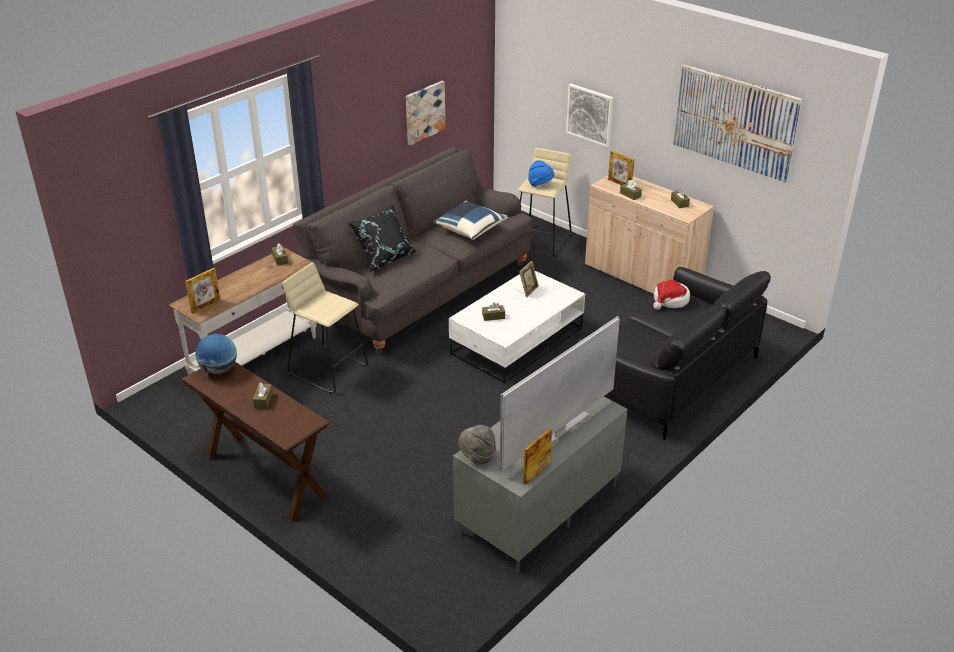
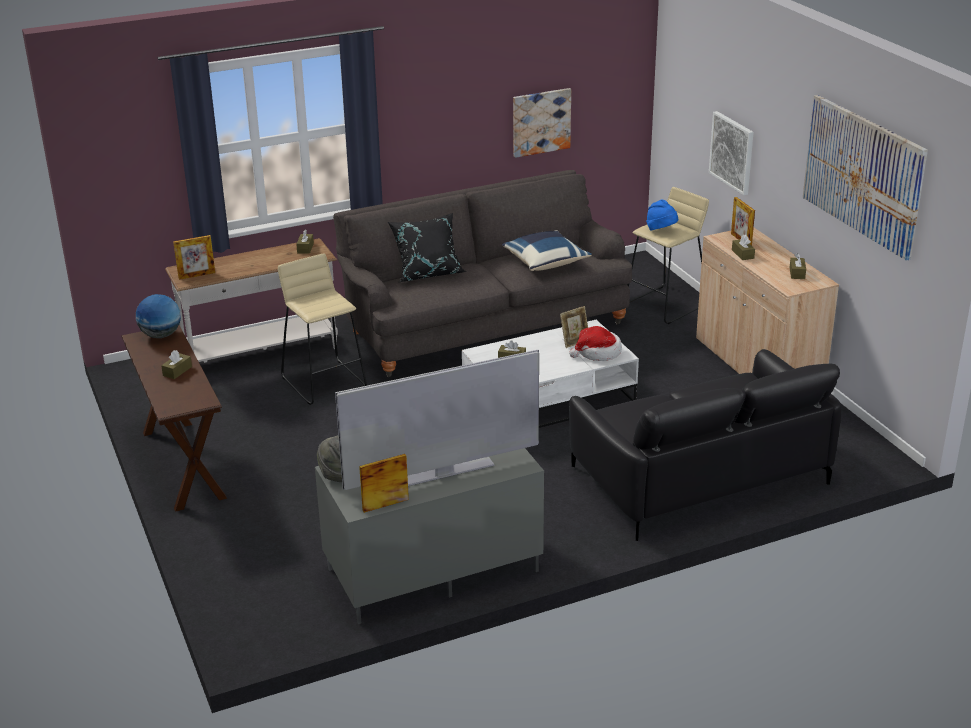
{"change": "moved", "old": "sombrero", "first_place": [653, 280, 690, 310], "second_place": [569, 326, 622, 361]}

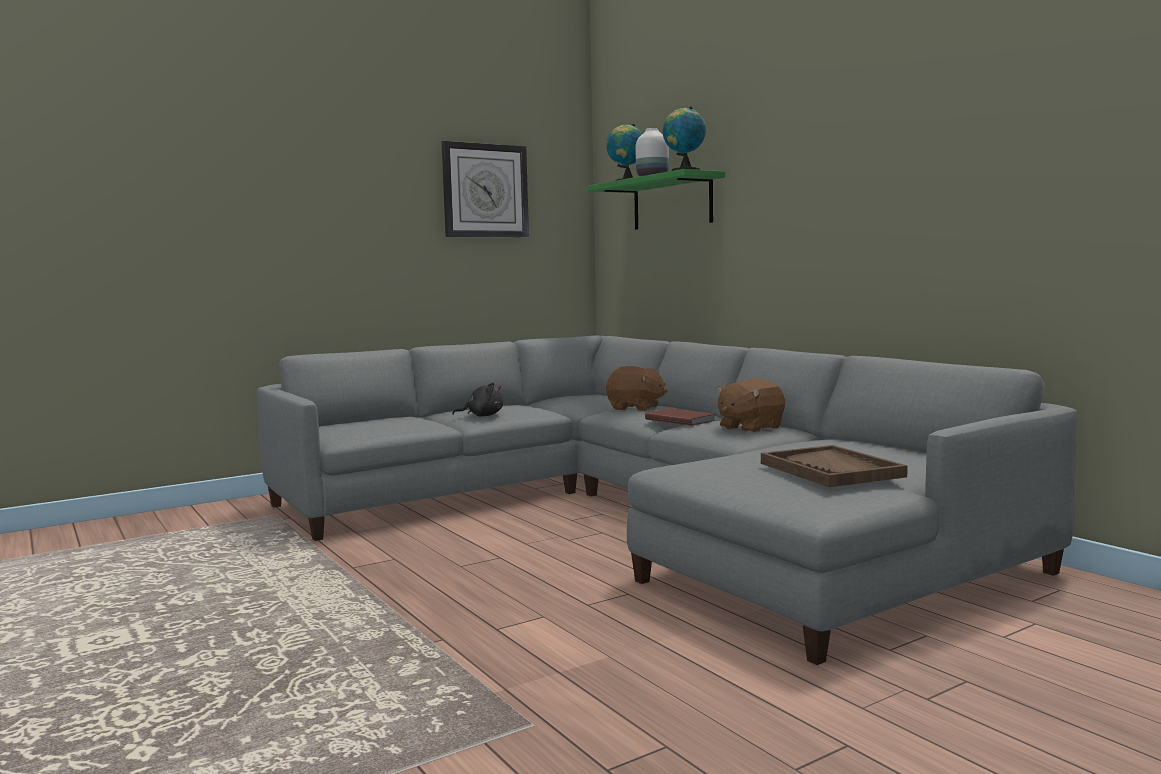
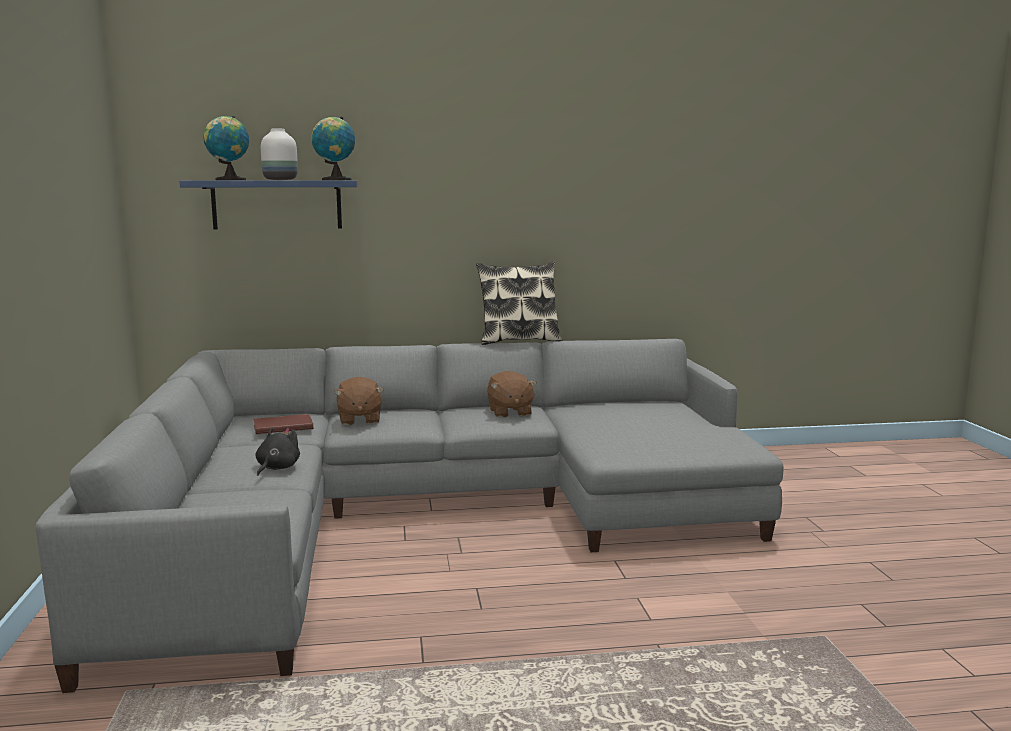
{"change": "removed", "old": "reloj de pared", "first_place": [442, 141, 529, 237]}
{"change": "recoloured", "old": "estante/verde", "new": "estante/azul", "first_place": [587, 169, 725, 230], "second_place": [179, 181, 358, 229]}
{"change": "turned", "old": "peluche/marrón", "first_place": [606, 366, 668, 411], "second_place": [334, 377, 384, 425], "degrees": 120}
{"change": "moved", "old": "libro/marrón", "first_place": [645, 408, 716, 426], "second_place": [254, 414, 313, 434]}
{"change": "removed", "old": "bandeja/marrón", "first_place": [761, 445, 908, 487]}
{"change": "added", "new": "cojín", "second_place": [476, 261, 562, 345]}

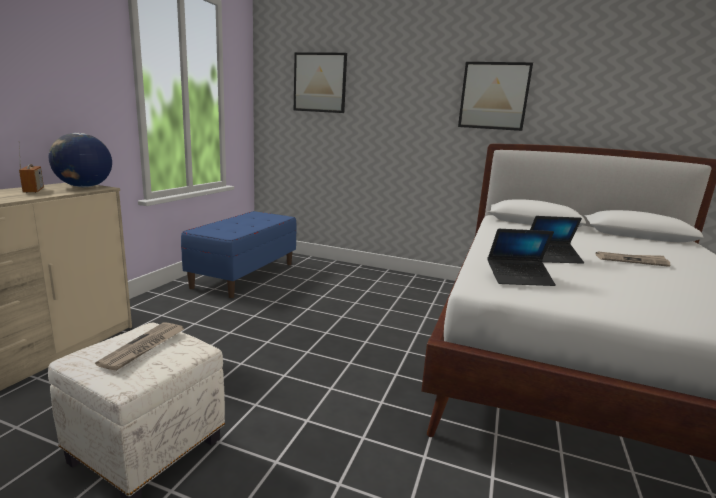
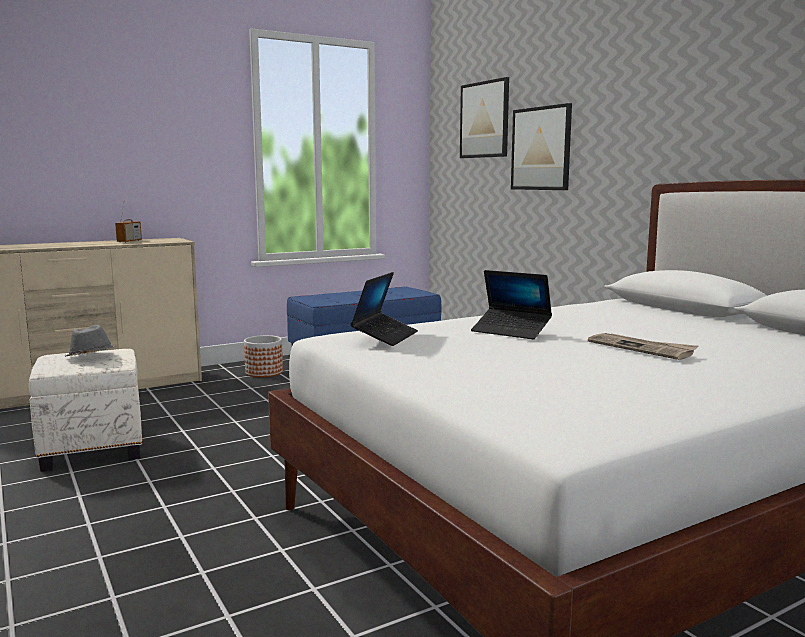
{"change": "removed", "old": "globo terráqueo", "first_place": [49, 133, 112, 187]}
{"change": "replaced", "old": "periódico", "new": "sombrero/gris", "first_place": [95, 322, 184, 371], "second_place": [65, 325, 116, 357]}
{"change": "moved", "old": "cuadro", "first_place": [458, 62, 533, 131], "second_place": [511, 103, 572, 190]}
{"change": "turned", "old": "portátil", "first_place": [487, 229, 556, 286], "second_place": [350, 272, 418, 346], "degrees": -105}
{"change": "added", "new": "maceta", "second_place": [244, 335, 283, 378]}

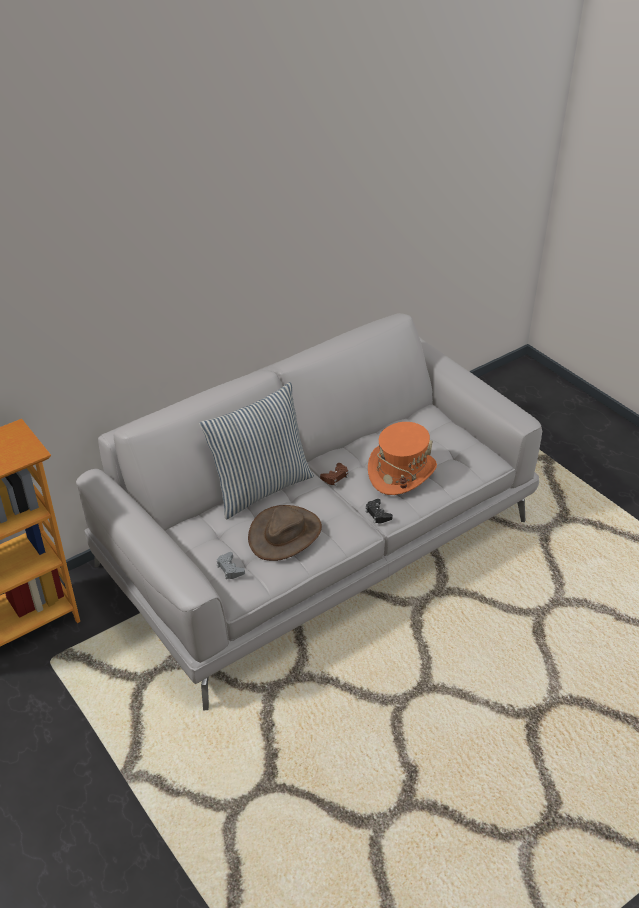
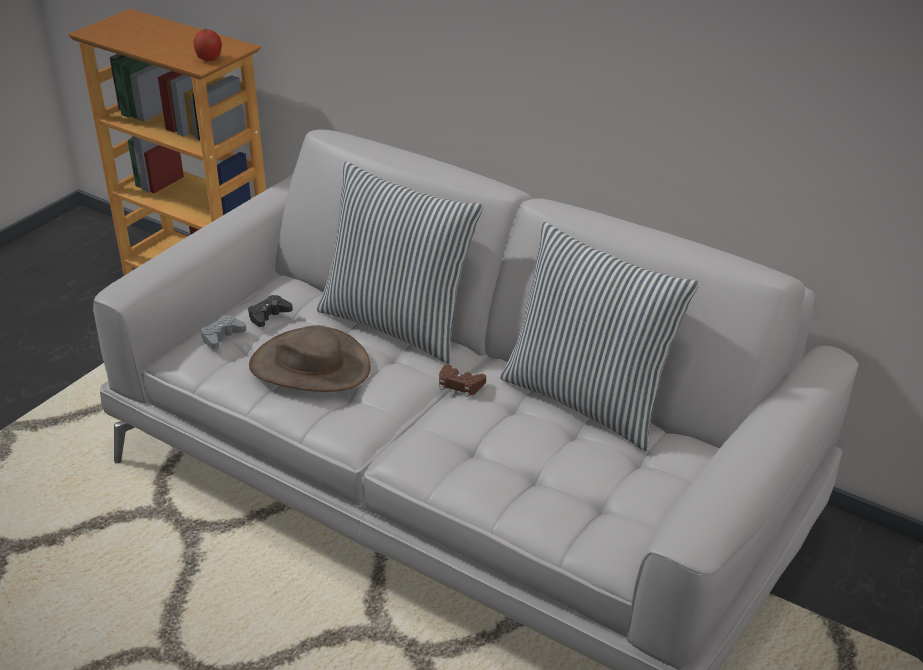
{"change": "moved", "old": "mando de consola/negro", "first_place": [365, 499, 393, 523], "second_place": [248, 295, 293, 327]}
{"change": "removed", "old": "sombrero/naranja", "first_place": [368, 422, 437, 495]}
{"change": "added", "new": "manzana", "second_place": [194, 29, 222, 61]}
{"change": "added", "new": "cojín", "second_place": [500, 222, 700, 451]}

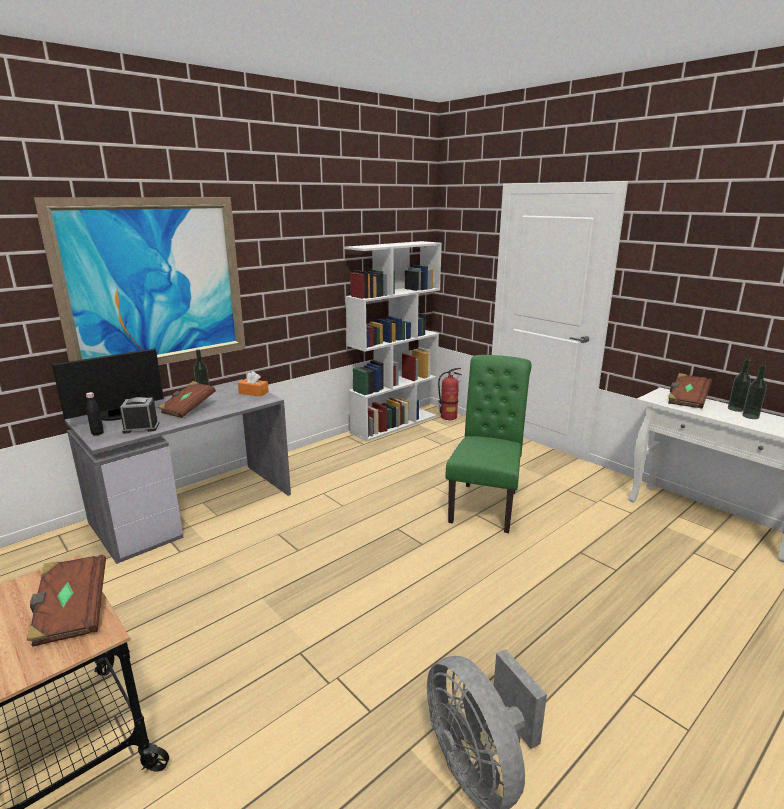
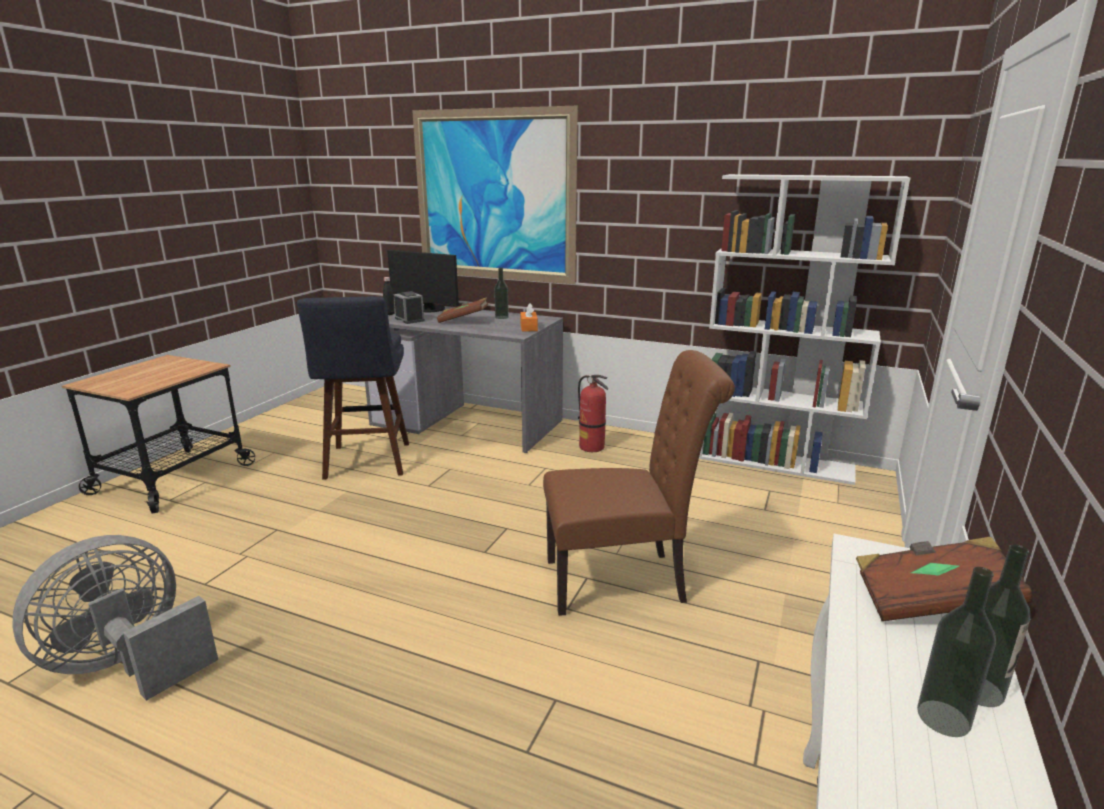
{"change": "removed", "old": "libro/marrón", "first_place": [27, 555, 106, 647]}
{"change": "moved", "old": "extintor", "first_place": [438, 368, 461, 420], "second_place": [578, 375, 608, 452]}
{"change": "recoloured", "old": "silla/verde", "new": "silla/marrón", "first_place": [446, 355, 531, 533], "second_place": [543, 350, 735, 616]}
{"change": "added", "new": "taburete/azul", "second_place": [297, 297, 409, 480]}

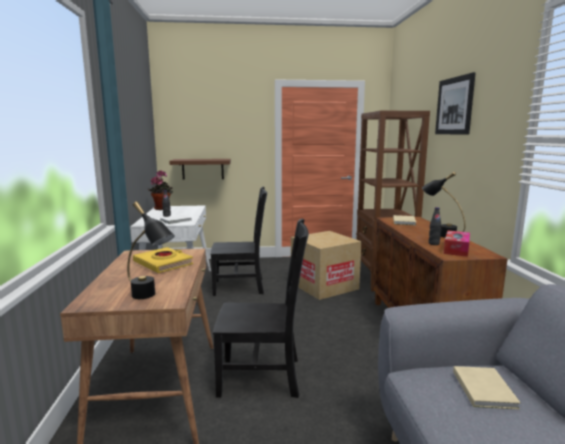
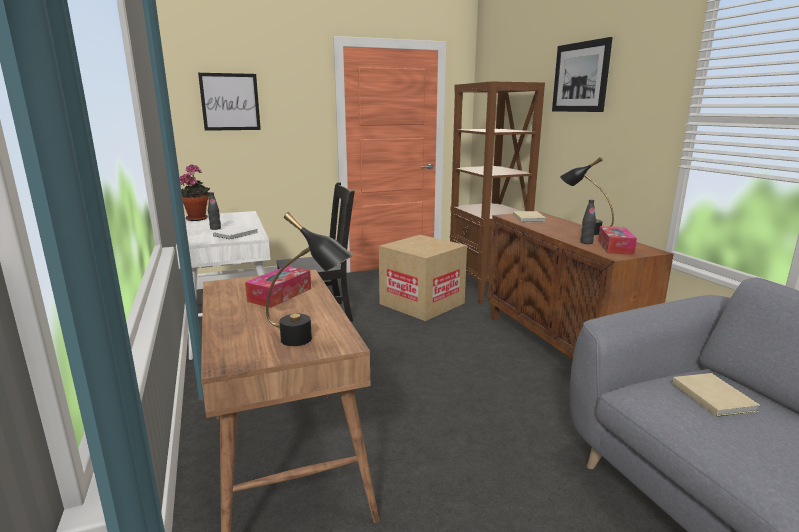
{"change": "replaced", "old": "libro/amarillo", "new": "caja de pañuelos", "first_place": [133, 247, 193, 273], "second_place": [245, 266, 311, 308]}
{"change": "removed", "old": "estante/marrón", "first_place": [169, 159, 231, 180]}
{"change": "removed", "old": "silla/negro", "first_place": [213, 219, 309, 398]}
{"change": "added", "new": "cuadro", "second_place": [198, 73, 261, 131]}

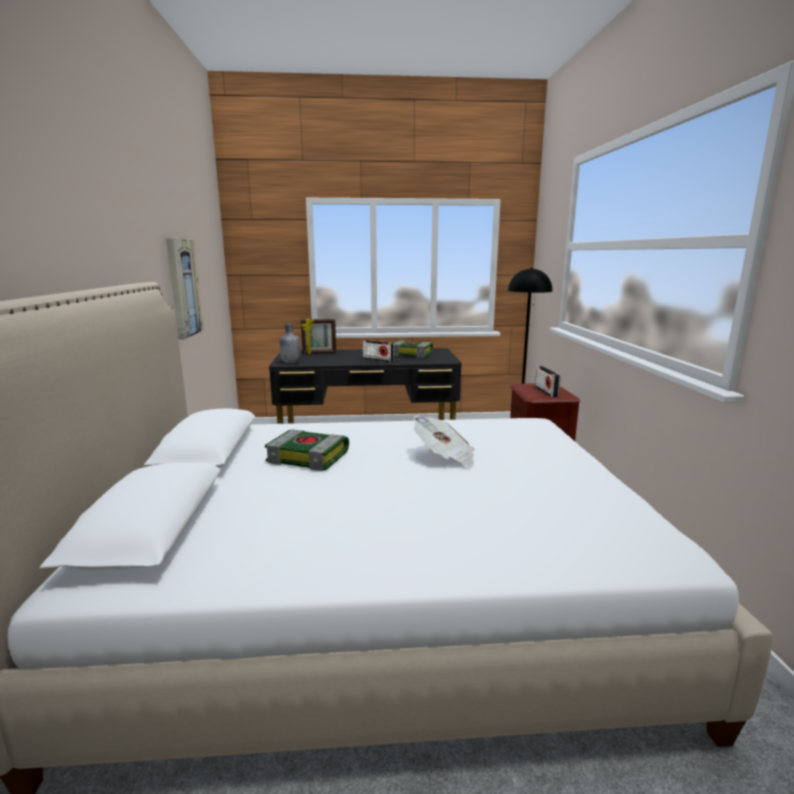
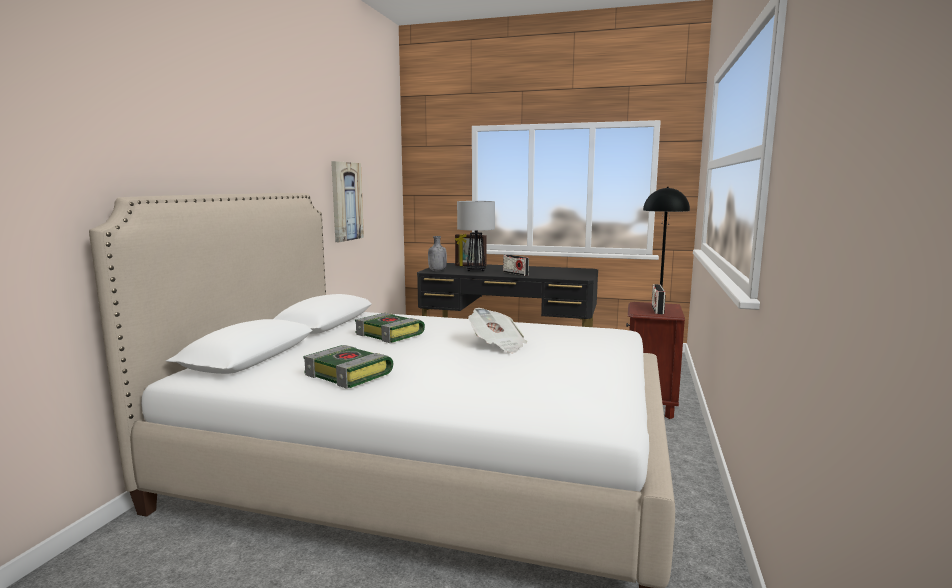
{"change": "moved", "old": "libro", "first_place": [393, 340, 433, 358], "second_place": [303, 345, 393, 389]}
{"change": "added", "new": "lámpara de mesa", "second_place": [457, 201, 495, 271]}

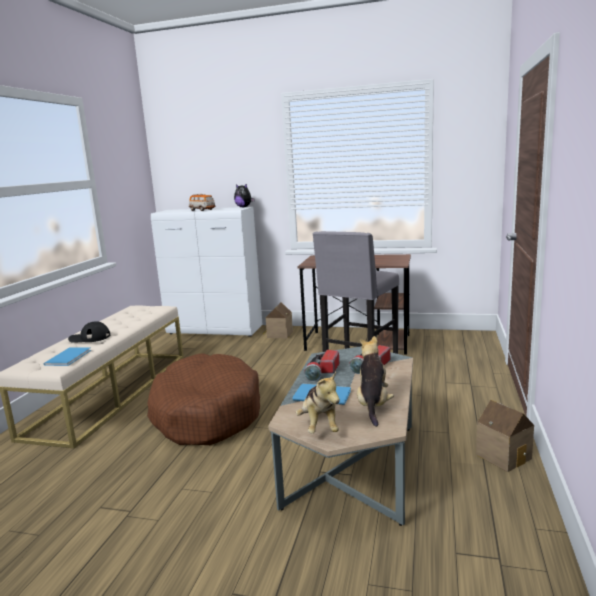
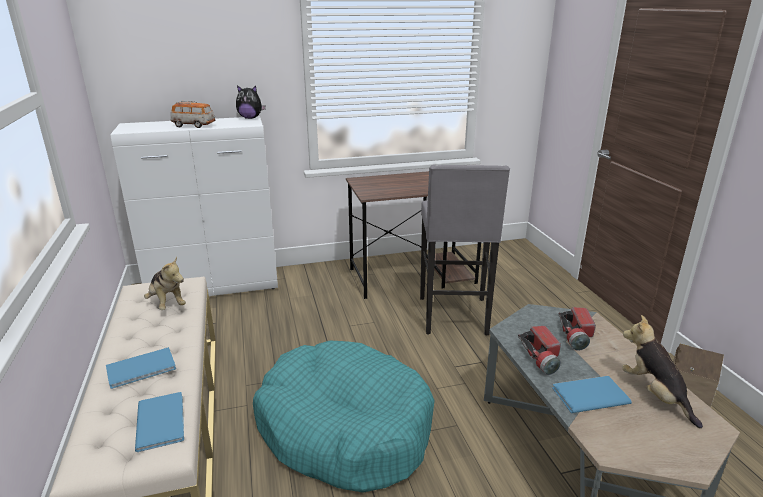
{"change": "replaced", "old": "gorra/negro", "new": "libro/azul", "first_place": [68, 321, 110, 343], "second_place": [106, 347, 176, 389]}
{"change": "recoloured", "old": "cama para perro/marrón", "new": "cama para perro/turquesa", "first_place": [147, 353, 260, 445], "second_place": [253, 341, 435, 493]}
{"change": "removed", "old": "casita", "first_place": [263, 302, 293, 339]}
{"change": "moved", "old": "peluche", "first_place": [296, 372, 340, 433], "second_place": [144, 257, 186, 310]}

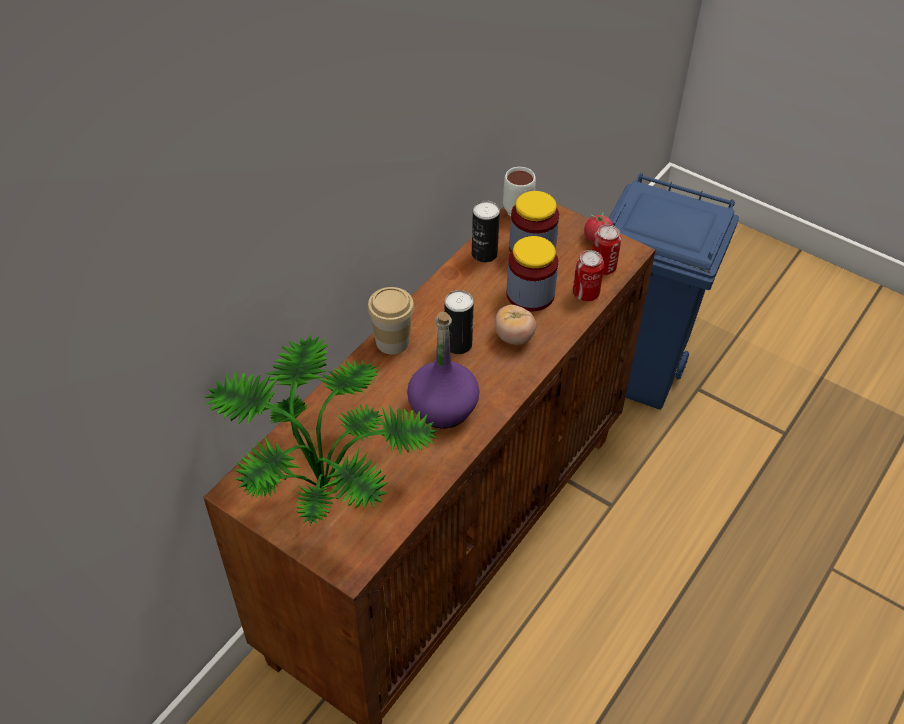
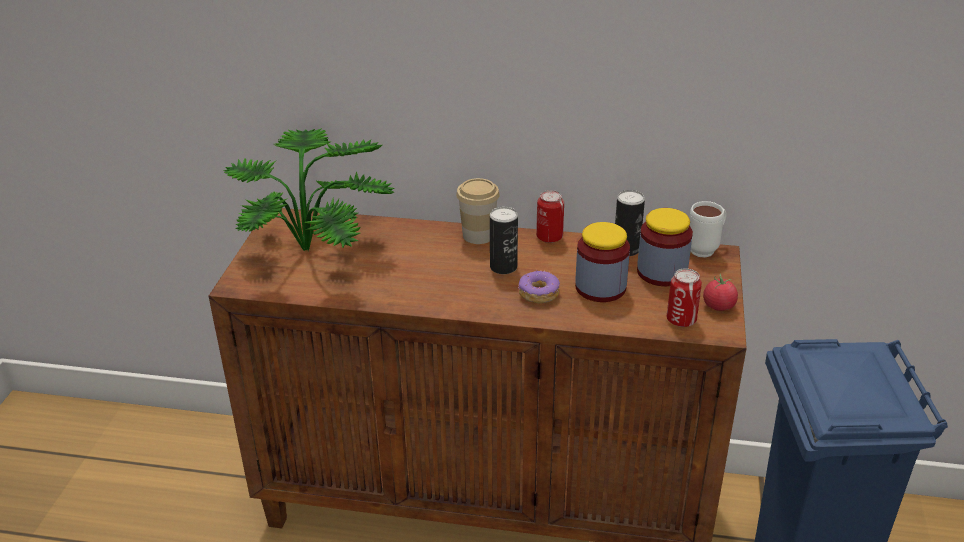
{"change": "removed", "old": "botella/morado", "first_place": [407, 312, 479, 429]}
{"change": "replaced", "old": "tomate", "new": "rosquilla", "first_place": [494, 305, 536, 345], "second_place": [518, 270, 560, 304]}
{"change": "moved", "old": "lata", "first_place": [573, 250, 604, 301], "second_place": [536, 190, 564, 243]}

